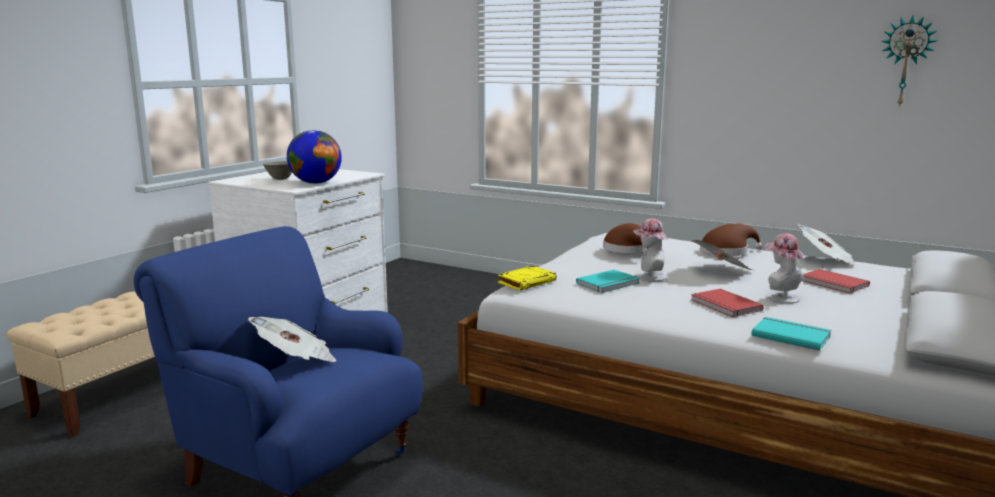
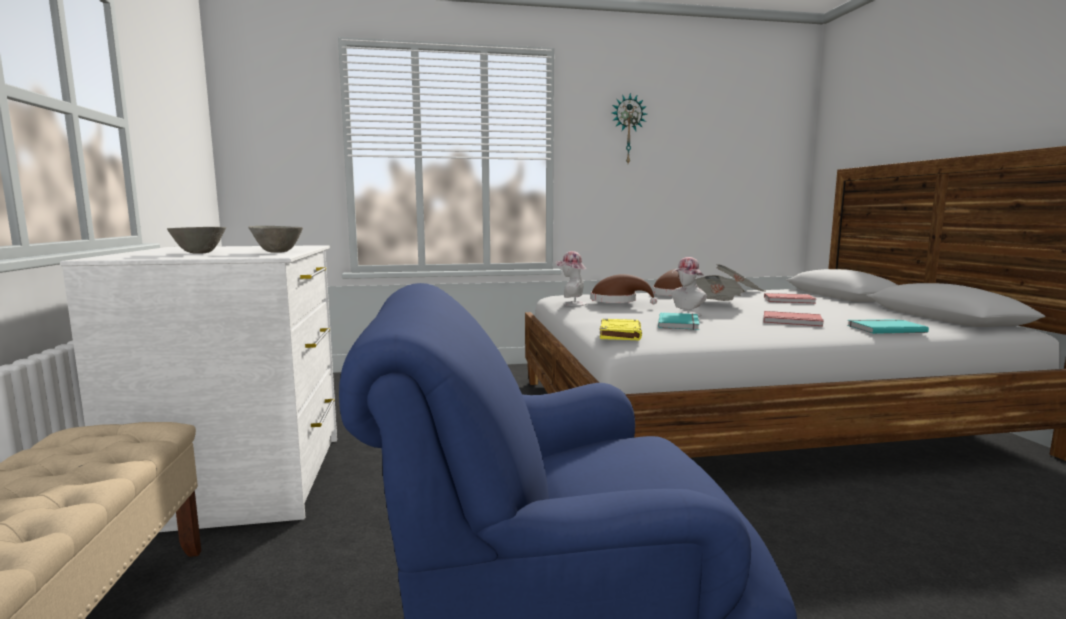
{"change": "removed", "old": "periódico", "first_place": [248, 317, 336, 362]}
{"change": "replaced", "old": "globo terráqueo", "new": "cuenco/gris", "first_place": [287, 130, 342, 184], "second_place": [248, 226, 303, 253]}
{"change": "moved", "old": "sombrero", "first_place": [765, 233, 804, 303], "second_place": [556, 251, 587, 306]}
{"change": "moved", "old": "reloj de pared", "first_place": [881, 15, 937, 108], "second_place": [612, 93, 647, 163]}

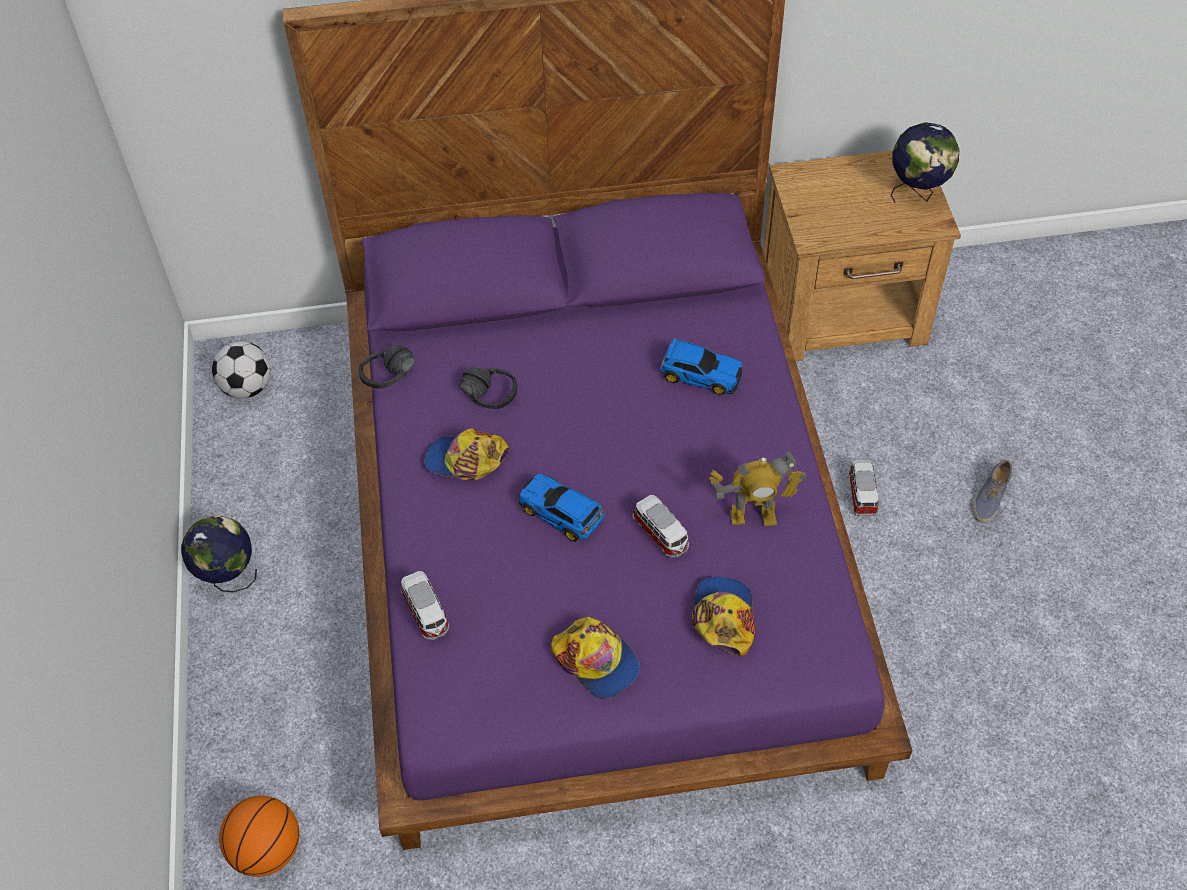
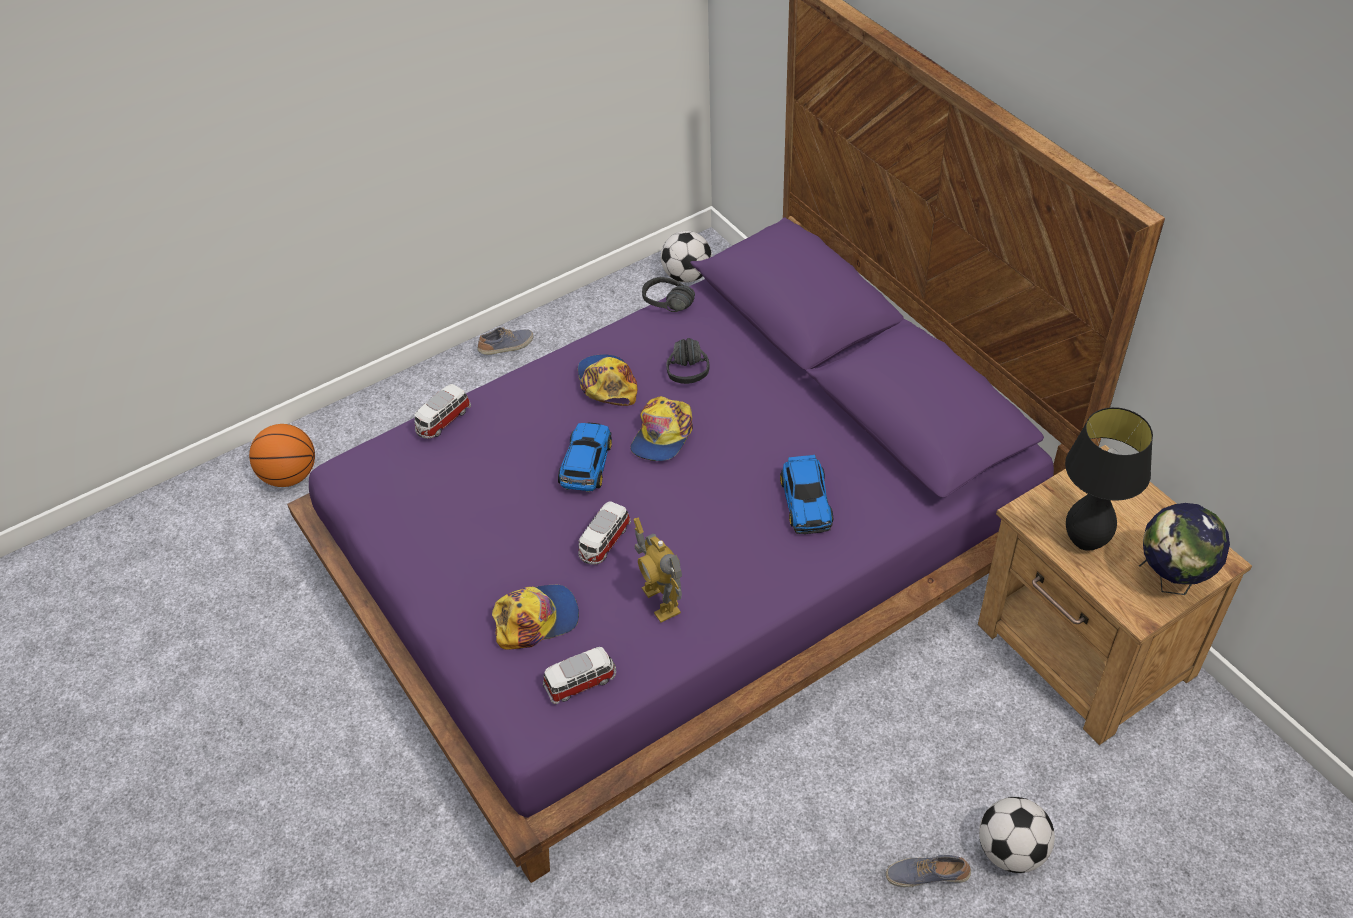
{"change": "replaced", "old": "globo terráqueo", "new": "zapato", "first_place": [181, 515, 257, 593], "second_place": [477, 327, 533, 355]}
{"change": "moved", "old": "gorra", "first_place": [551, 617, 640, 699], "second_place": [630, 396, 693, 461]}
{"change": "moved", "old": "coche de juguete", "first_place": [848, 460, 879, 517], "second_place": [543, 647, 616, 704]}
{"change": "added", "new": "balón de fútbol", "second_place": [979, 797, 1055, 873]}
{"change": "added", "new": "lámpara de mesa/negro", "second_place": [1065, 407, 1153, 551]}

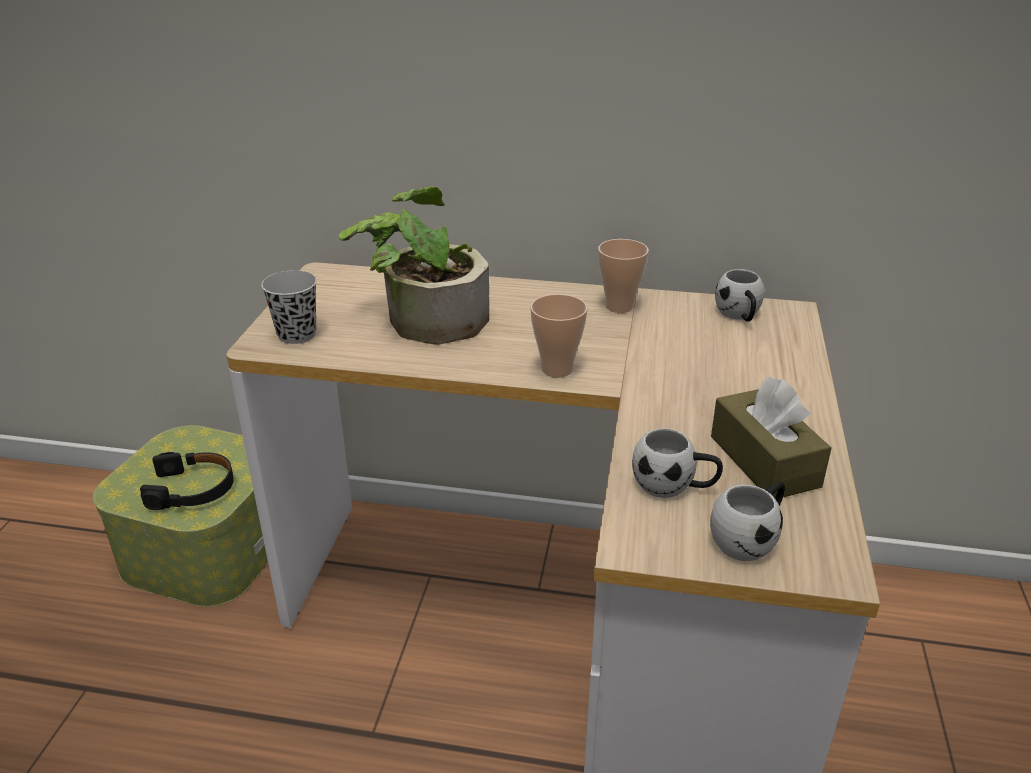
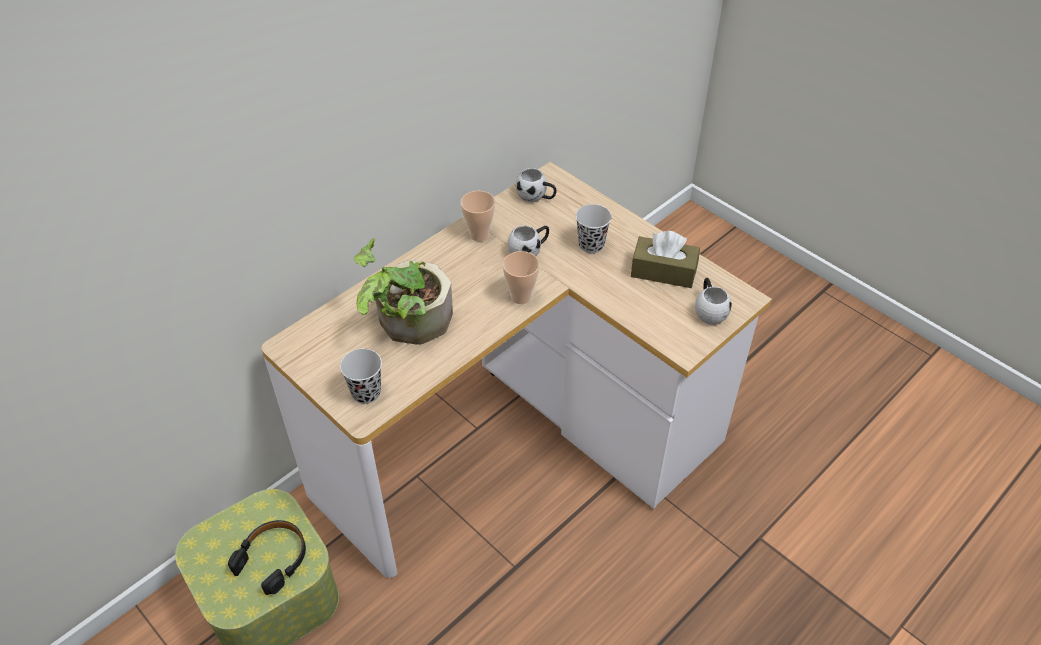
{"change": "moved", "old": "taza grande/blanco", "first_place": [632, 428, 723, 498], "second_place": [508, 226, 549, 256]}
{"change": "added", "new": "taza/negro", "second_place": [576, 204, 612, 253]}

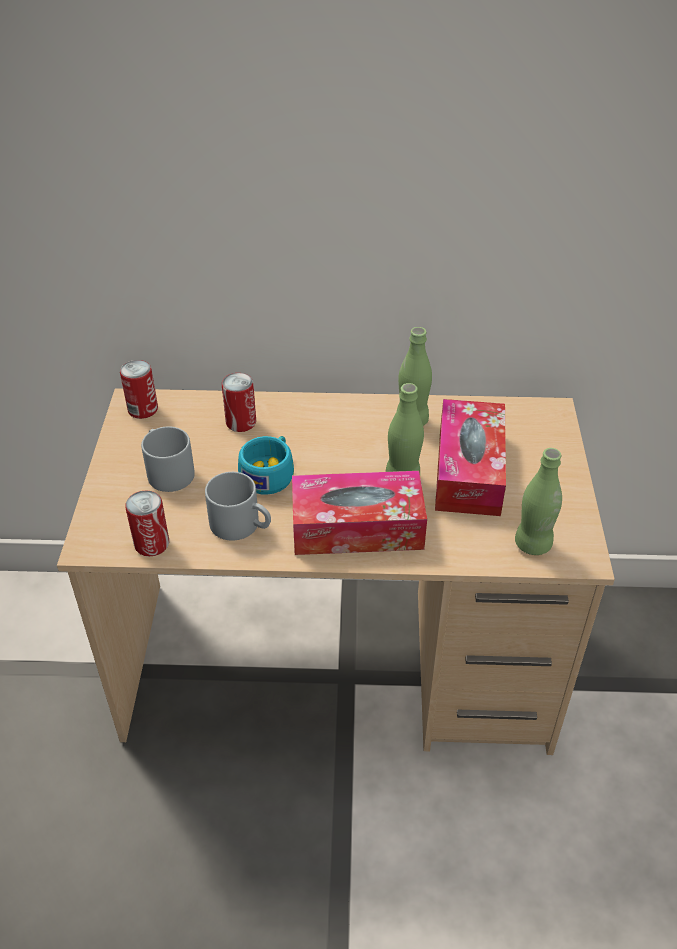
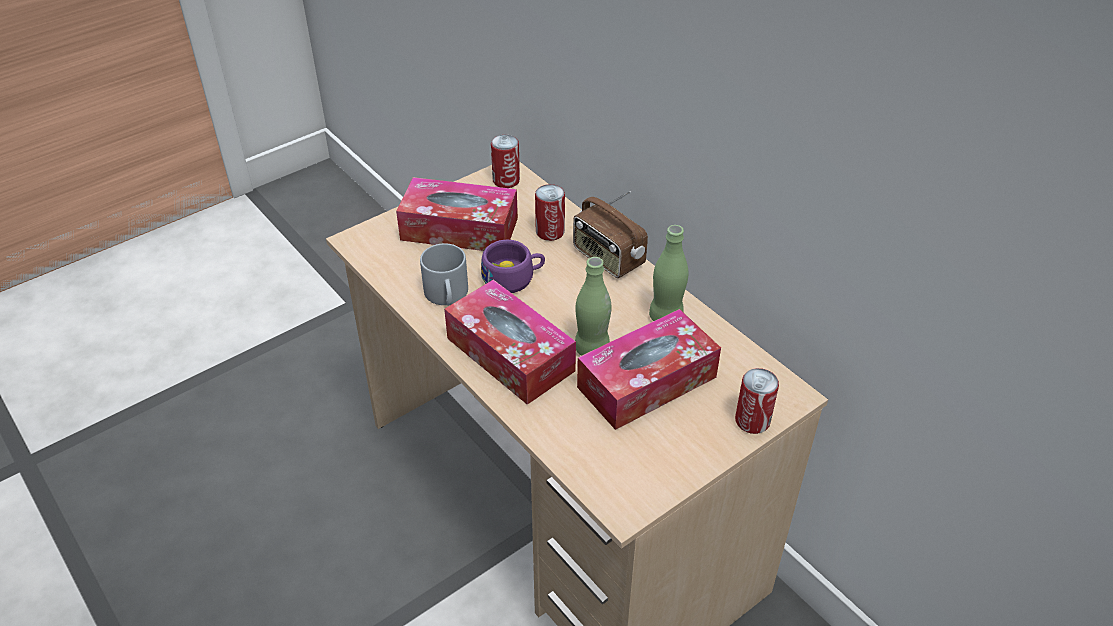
{"change": "moved", "old": "lata", "first_place": [125, 490, 169, 557], "second_place": [735, 368, 779, 434]}
{"change": "replaced", "old": "taza grande/gris", "new": "caja de pañuelos", "first_place": [141, 427, 195, 492], "second_place": [396, 177, 518, 251]}
{"change": "recoloured", "old": "taza/turquesa", "new": "taza/morado", "first_place": [238, 436, 294, 495], "second_place": [481, 240, 545, 293]}
{"change": "removed", "old": "botella/verde", "first_place": [515, 448, 562, 555]}
{"change": "added", "new": "radio", "second_place": [573, 191, 648, 278]}

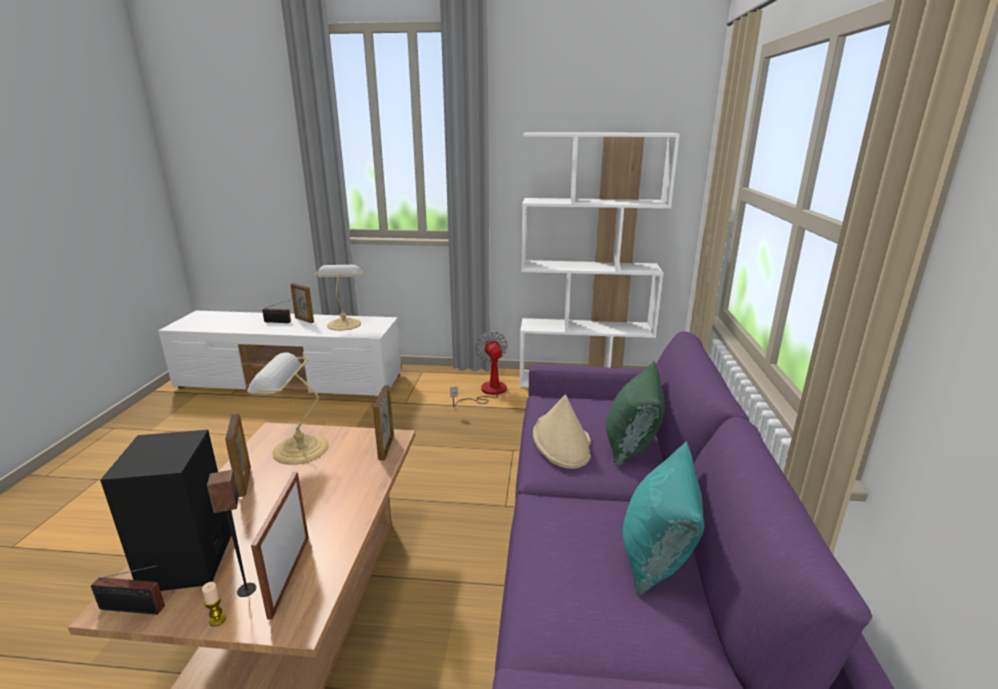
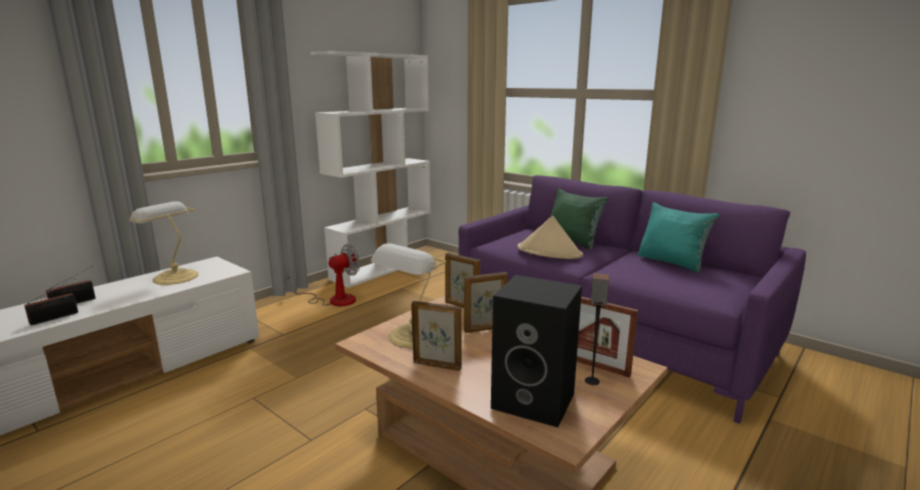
{"change": "moved", "old": "radio", "first_place": [91, 565, 165, 615], "second_place": [24, 278, 78, 325]}
{"change": "removed", "old": "vela", "first_place": [202, 582, 226, 626]}
{"change": "moved", "old": "portarretratos", "first_place": [290, 283, 314, 323], "second_place": [464, 272, 507, 333]}
{"change": "turned", "old": "ventilador", "first_place": [450, 331, 507, 407], "second_place": [286, 244, 360, 306], "degrees": 120}

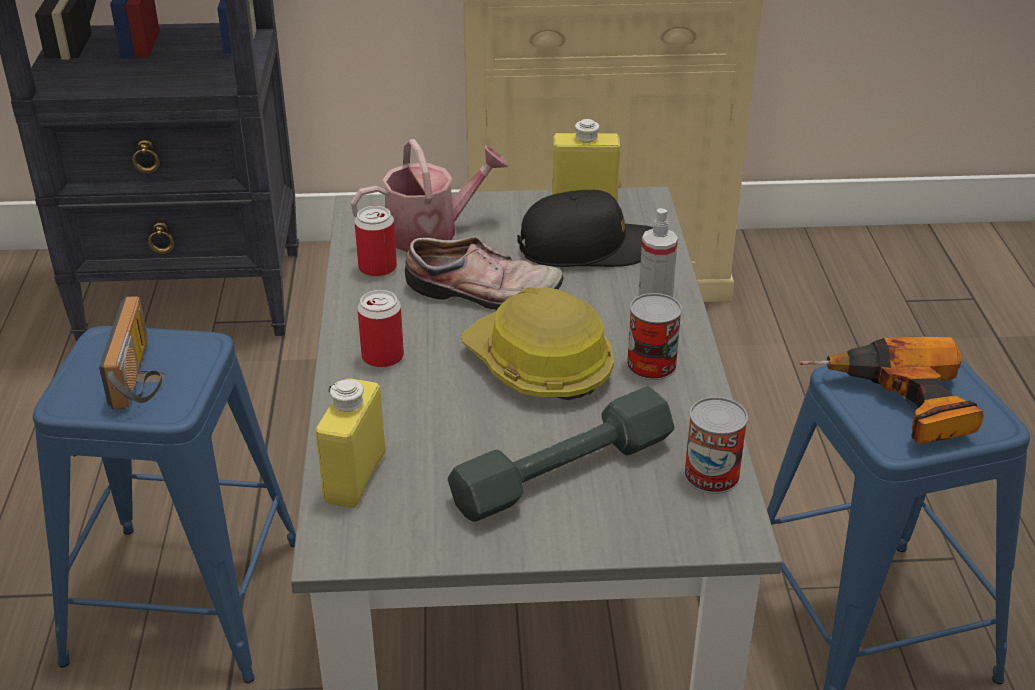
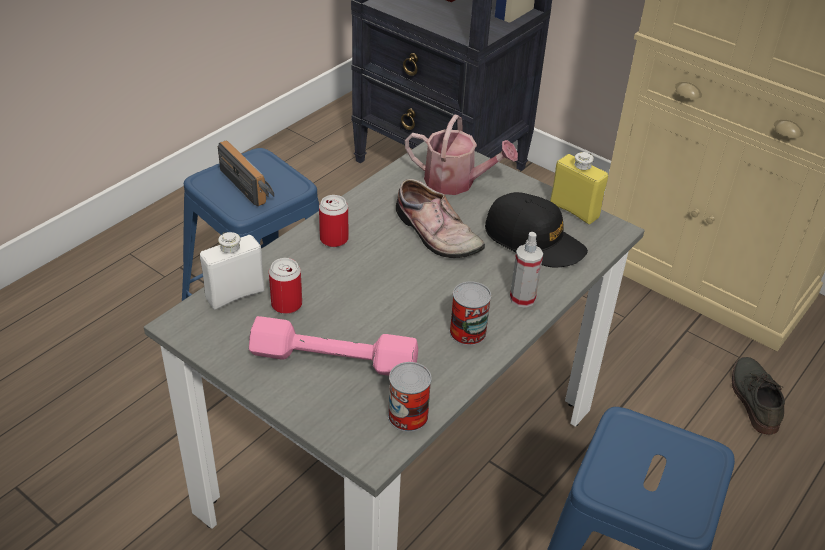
{"change": "turned", "old": "radio", "first_place": [99, 296, 162, 409], "second_place": [218, 141, 274, 206], "degrees": -75}
{"change": "recoloured", "old": "botella/amarillo", "new": "botella/blanco", "first_place": [316, 378, 386, 508], "second_place": [200, 232, 265, 310]}
{"change": "moved", "old": "lata", "first_place": [355, 206, 397, 277], "second_place": [269, 258, 302, 314]}
{"change": "recoloured", "old": "mancuerna/gris", "new": "mancuerna/rosa", "first_place": [448, 386, 675, 522], "second_place": [249, 316, 418, 376]}
{"change": "removed", "old": "casco", "first_place": [462, 287, 614, 400]}
{"change": "removed", "old": "taladro", "first_place": [799, 337, 984, 444]}
{"change": "added", "new": "zapato/gris", "second_place": [732, 357, 785, 434]}

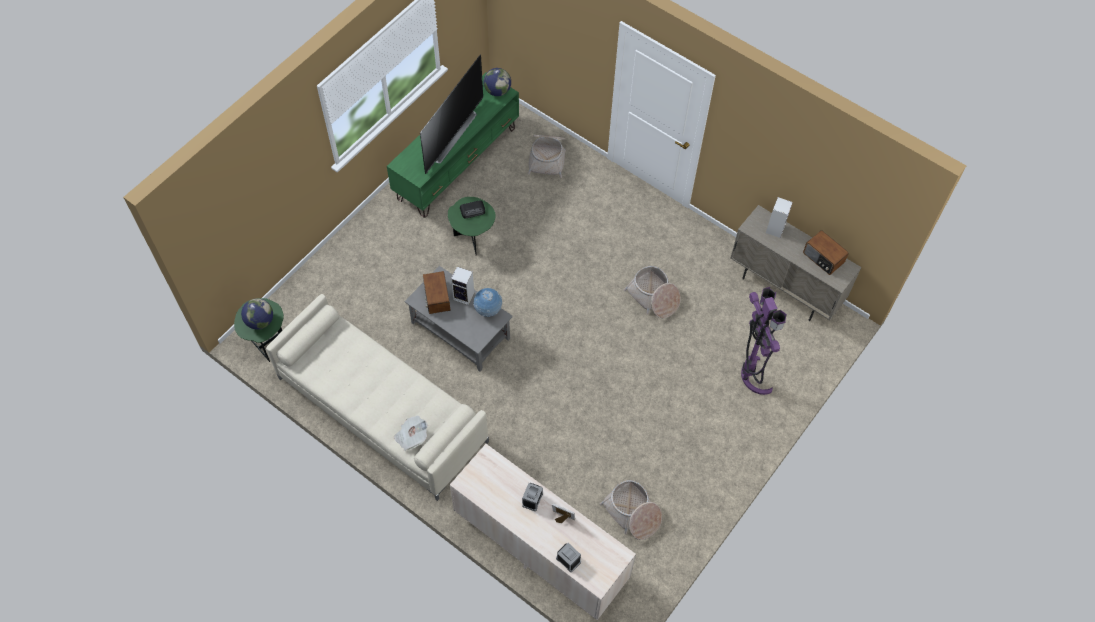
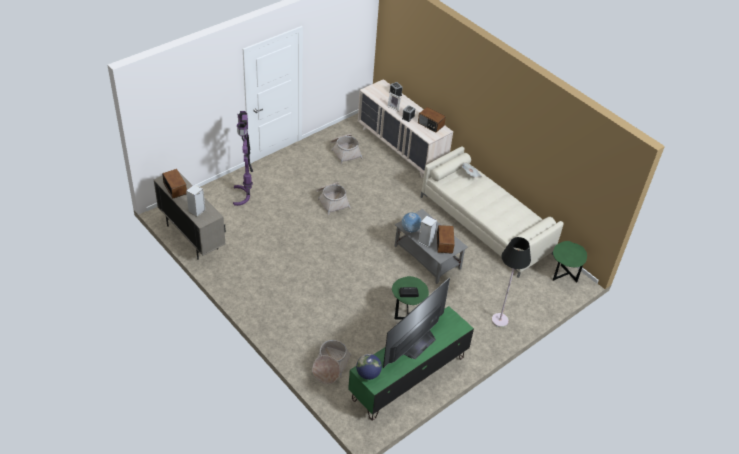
{"change": "removed", "old": "globo terráqueo", "first_place": [241, 298, 273, 329]}
{"change": "moved", "old": "cesta", "first_place": [624, 266, 681, 318], "second_place": [316, 182, 351, 215]}
{"change": "added", "new": "radio", "second_place": [418, 107, 446, 132]}
{"change": "added", "new": "lámpara de pie/negro", "second_place": [491, 237, 531, 327]}

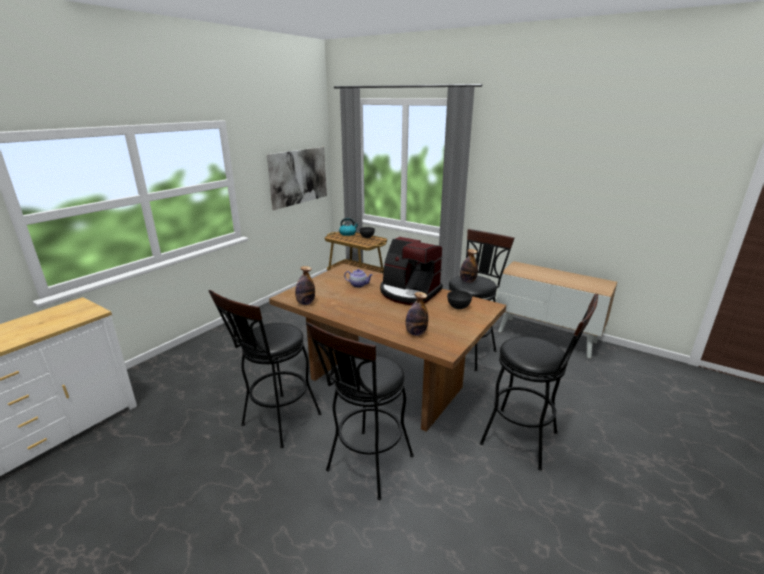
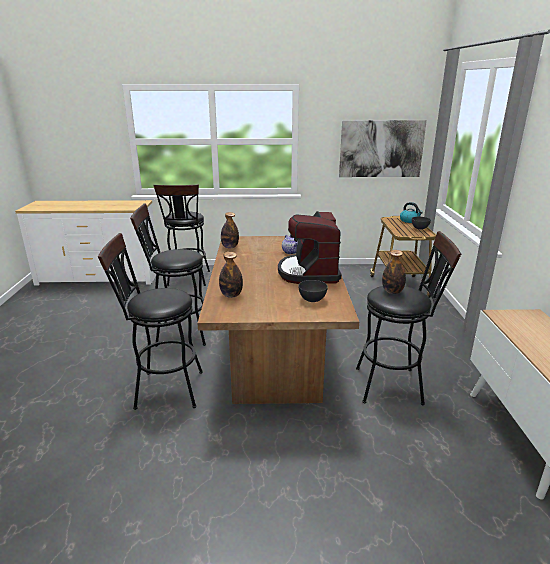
{"change": "moved", "old": "taburete/negro", "first_place": [480, 294, 598, 470], "second_place": [153, 184, 210, 286]}

